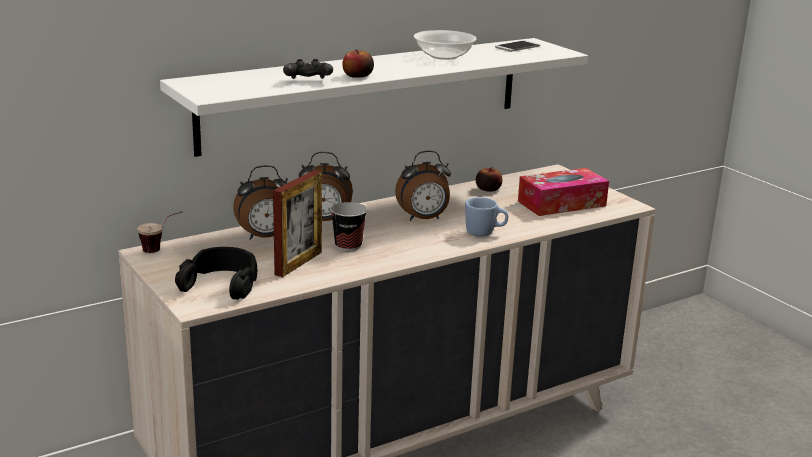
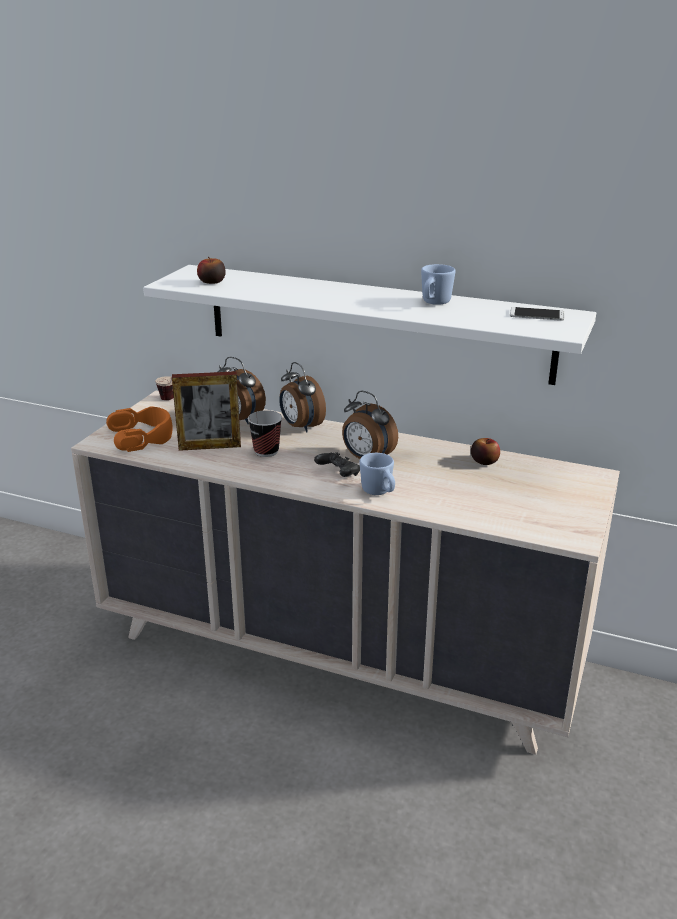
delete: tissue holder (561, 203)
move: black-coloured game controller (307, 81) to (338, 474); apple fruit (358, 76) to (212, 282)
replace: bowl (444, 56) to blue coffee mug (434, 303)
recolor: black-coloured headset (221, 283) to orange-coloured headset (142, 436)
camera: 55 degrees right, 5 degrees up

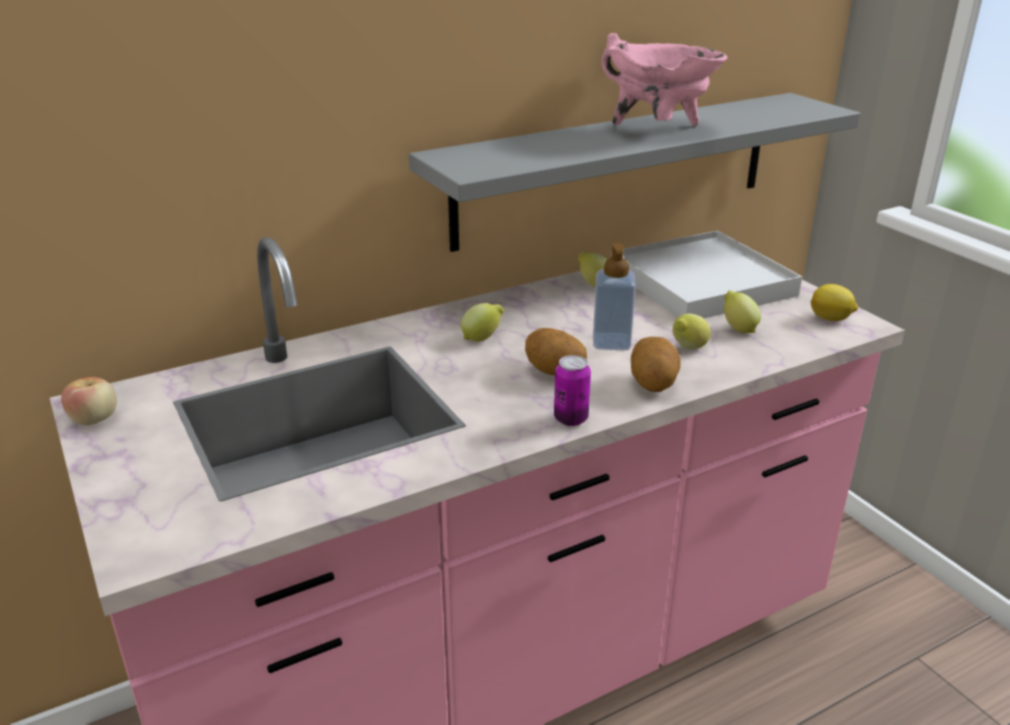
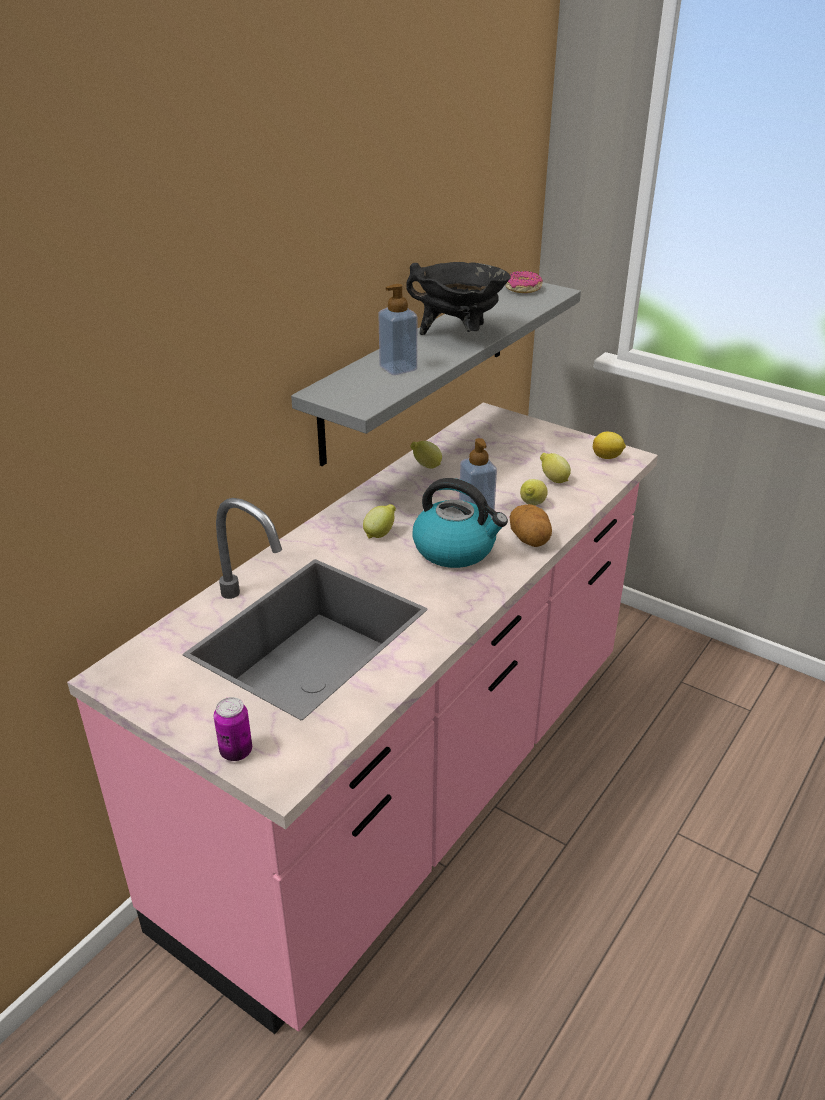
delete: apple fruit (95, 419); whitish carrying tray (701, 282)
insert: soap bottle (398, 368); ring doughnut (522, 289)
move: metal can (571, 419) to (236, 752)
replace: whole potato (554, 373) to kettle (456, 549)
recolor: pinkish saucepot (659, 130) to black-coloured saucepot (459, 335)
camera: 25 degrees left, 5 degrees up

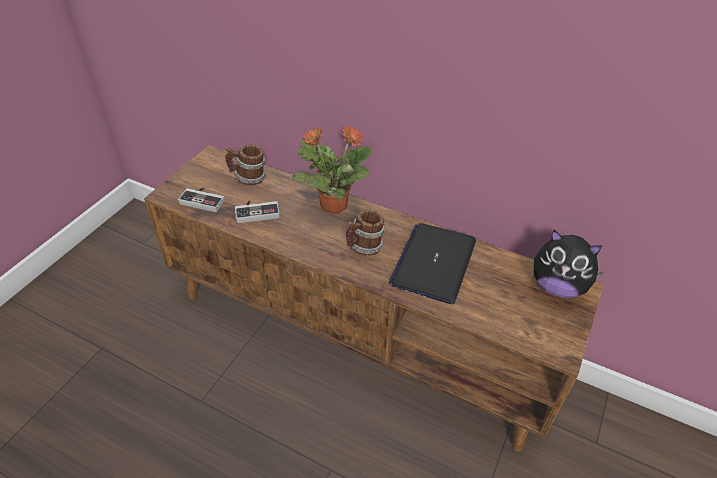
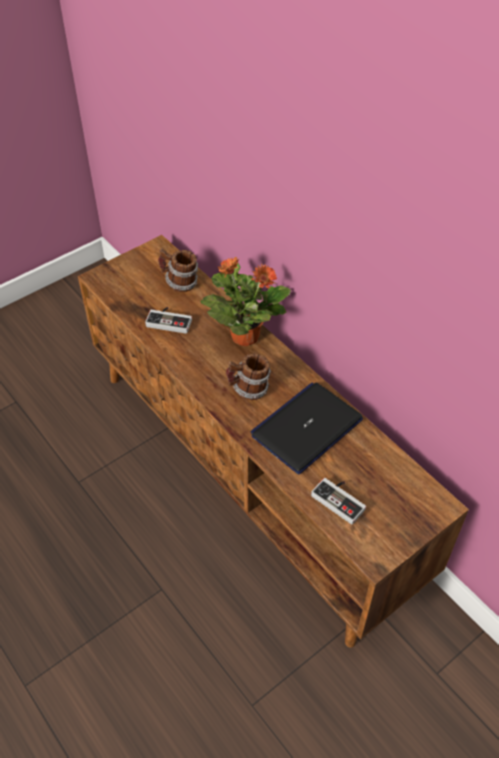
delete: soft toy (557, 286)
move: game controller (204, 200) to (341, 499)
camera: 25 degrees right, 5 degrees up

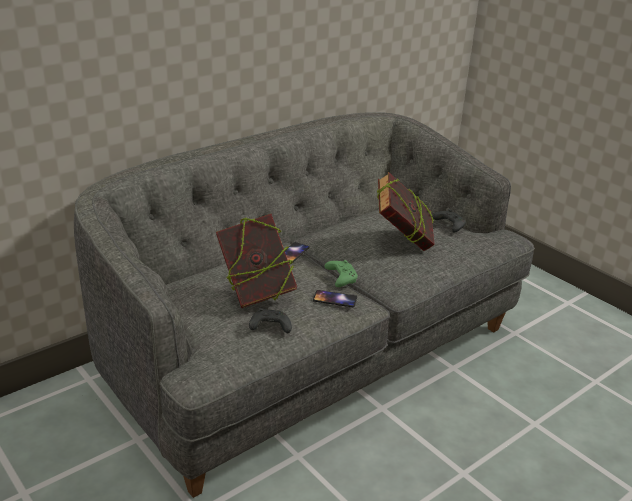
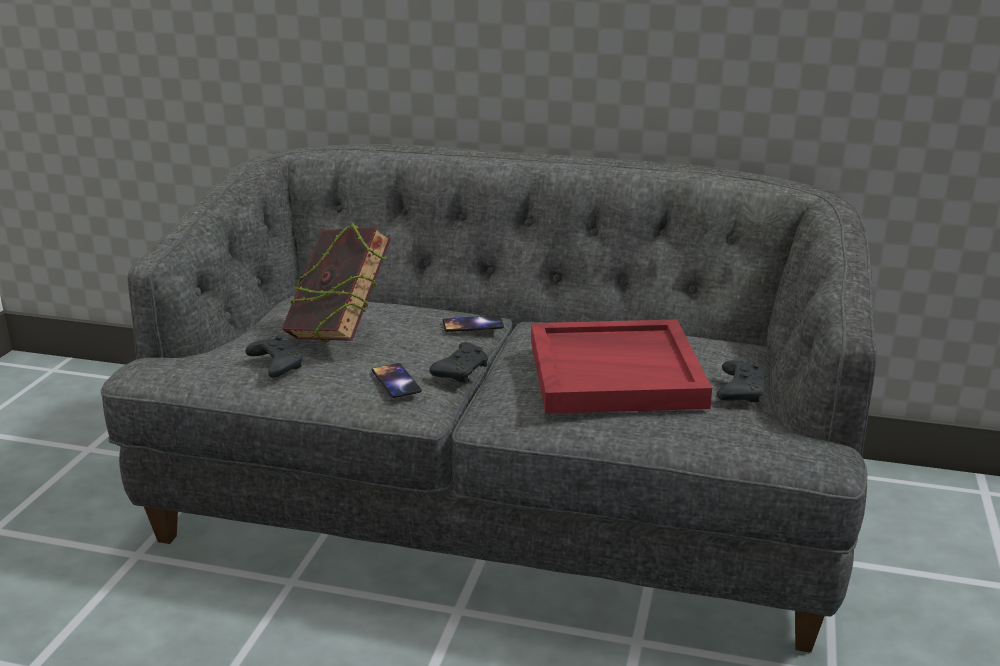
replace: book (402, 241) to reddish carrying tray (616, 372)
recolor: green game controller (340, 278) to black-coloured game controller (462, 371)
camera: 55 degrees right, 5 degrees down

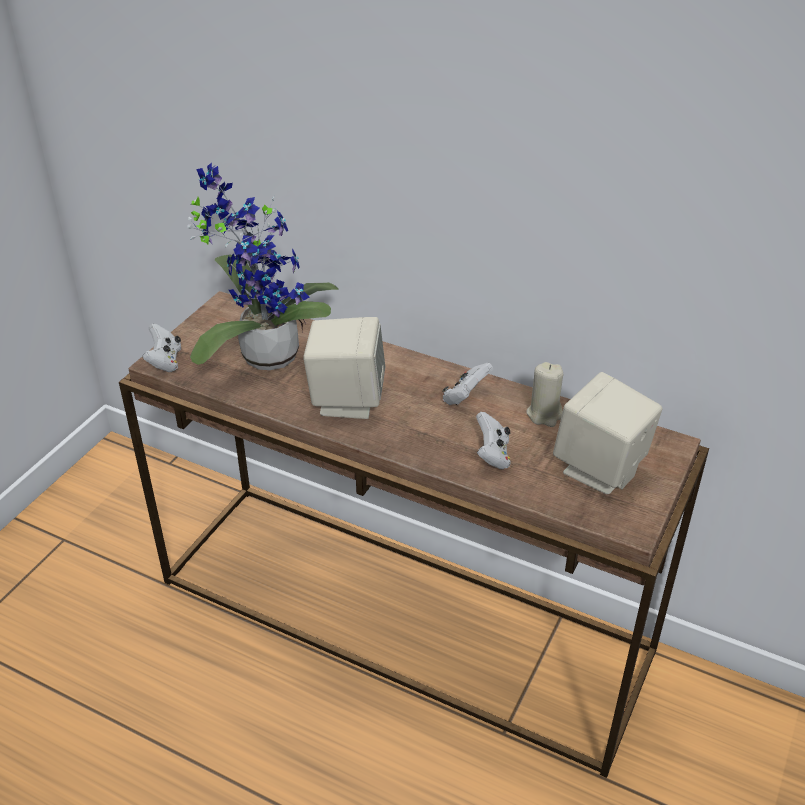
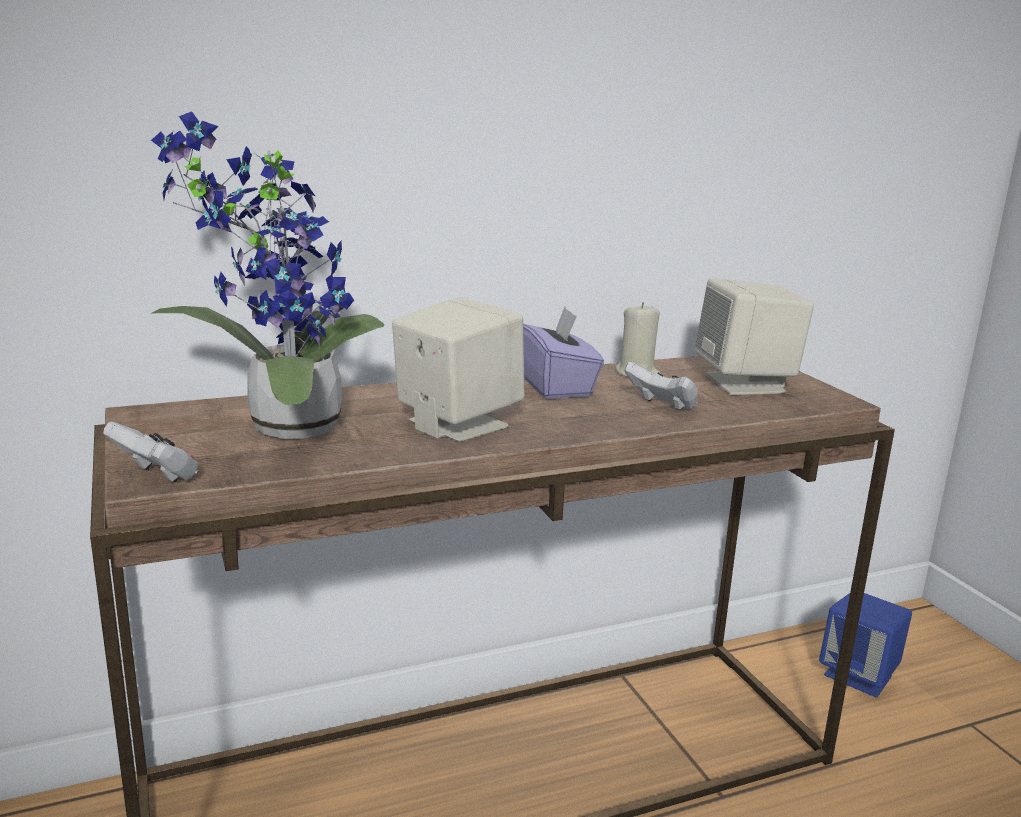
insert: blue loudspeaker (859, 675)
replace: whitish game controller (465, 397) to purple-coloured tissue holder (556, 386)
camera: 50 degrees left, 20 degrees down

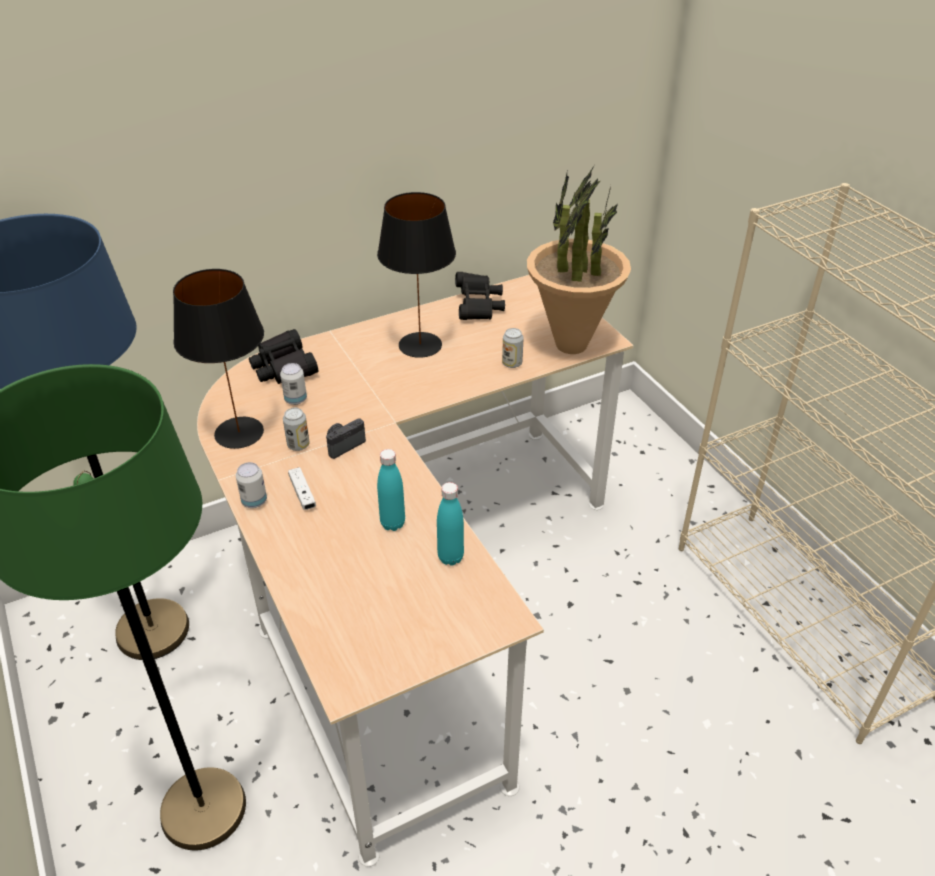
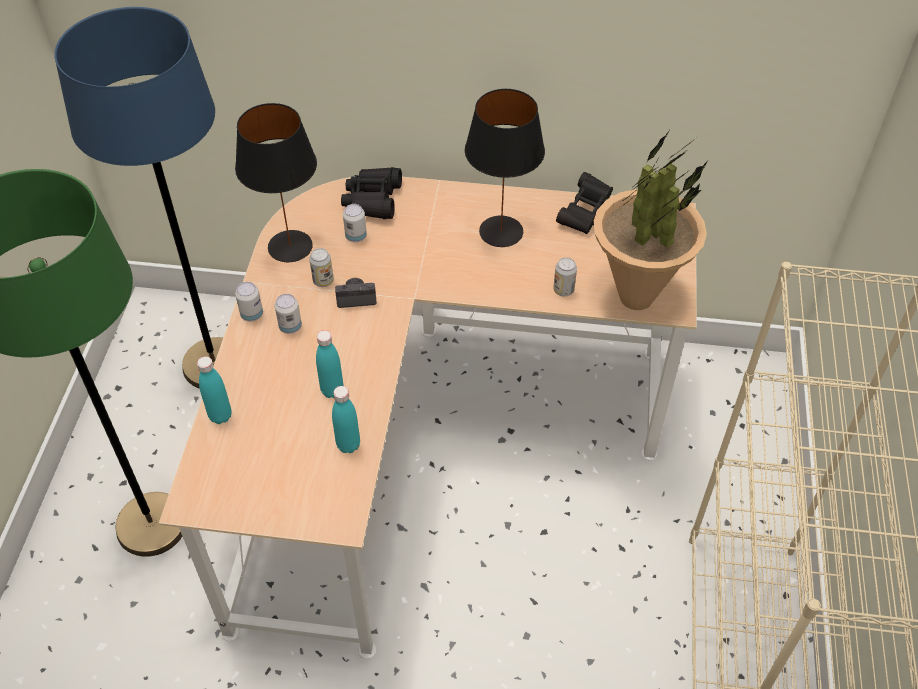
insert: turquoise-coloured beverage bottle (220, 416)
replace: whitish game controller (302, 493) to metal can (290, 327)
camera: 35 degrees right, 10 degrees up

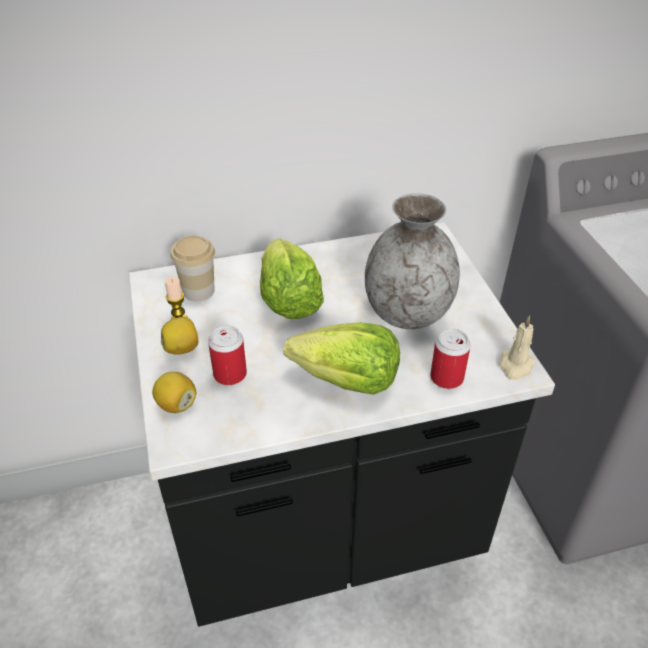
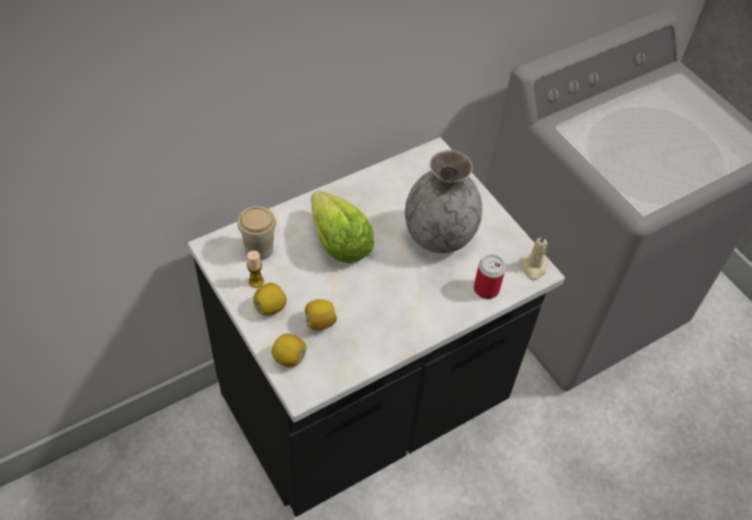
delete: lettuce (347, 381)
replace: metal can (230, 374) to lemon (320, 322)
camera: 20 degrees left, 10 degrees up

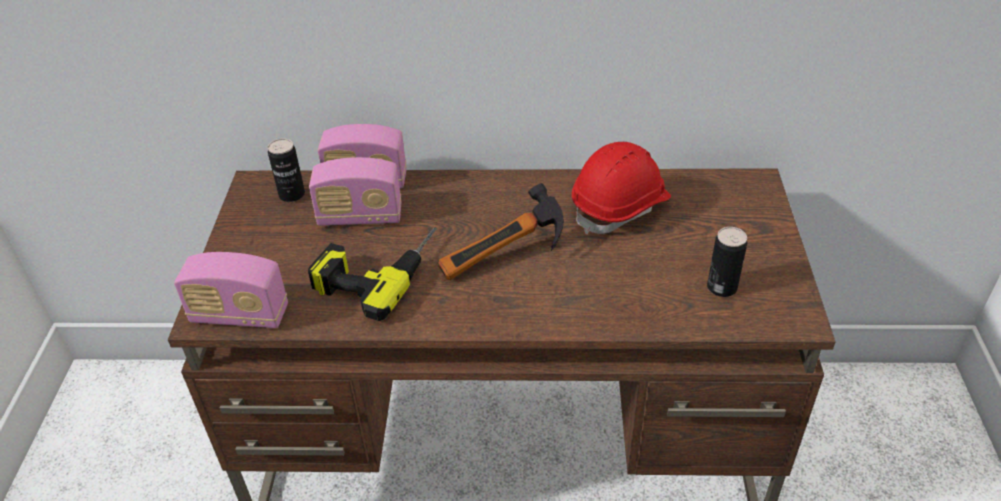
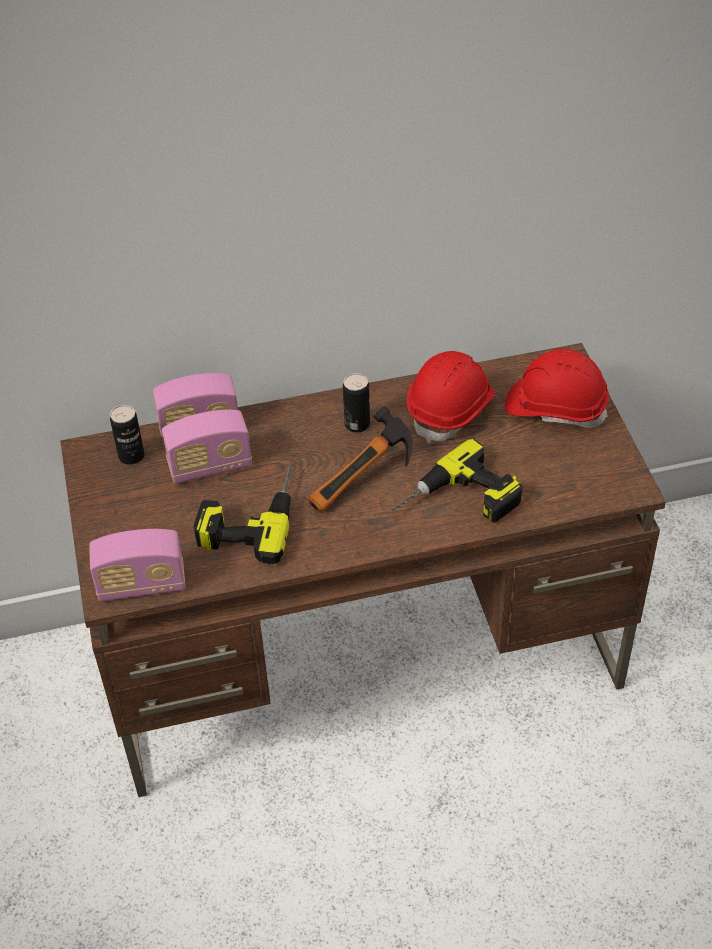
insert: power drill (458, 503); reddish work helmet (555, 407)
move: metal can (722, 287) to (357, 424)
camera: 15 degrees left, 5 degrees up

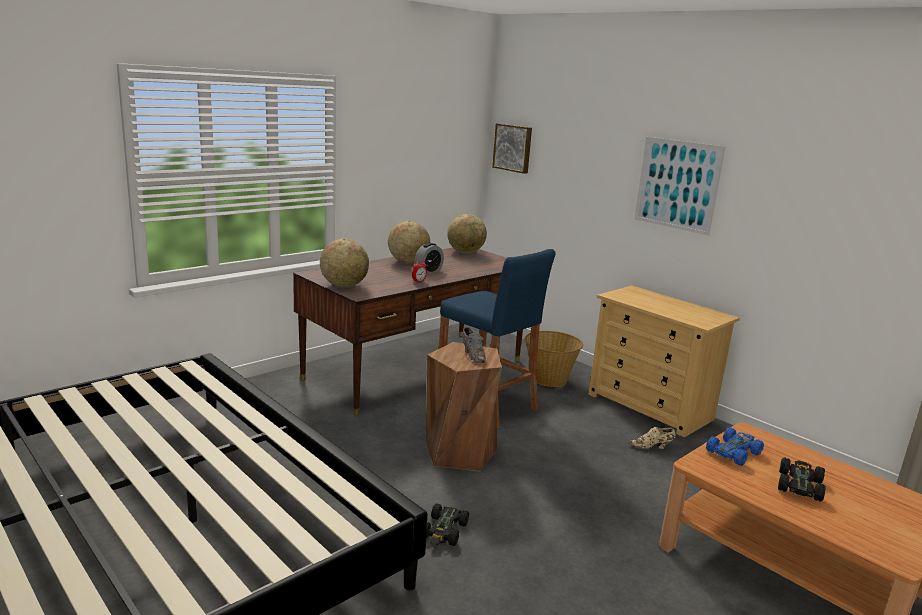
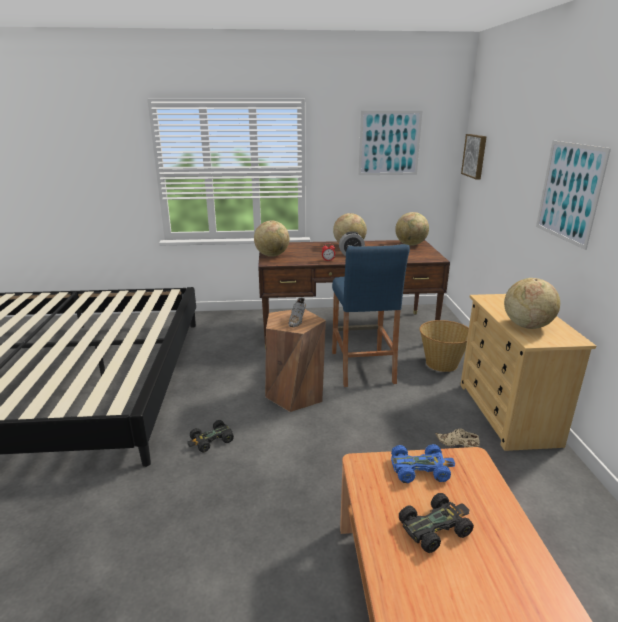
insert: wall picture (389, 143); world globe (526, 326)
camera: 40 degrees right, 5 degrees up

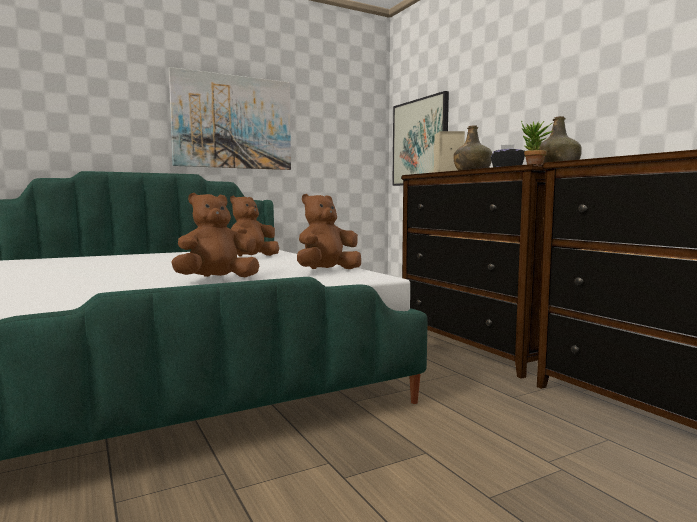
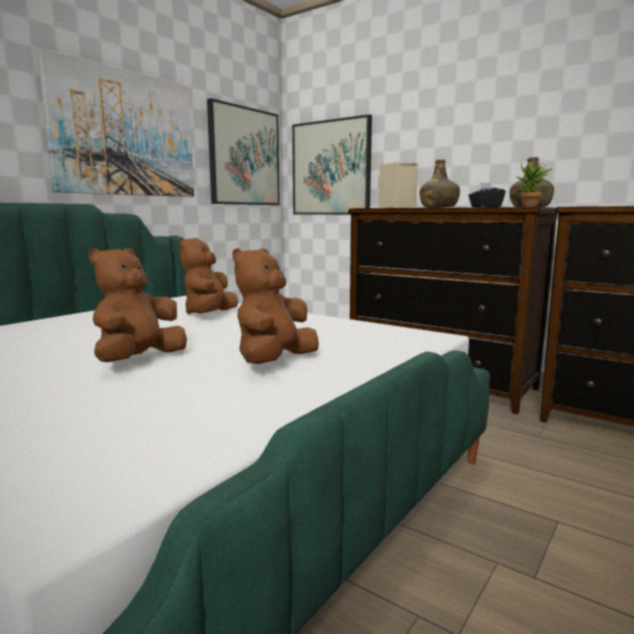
insert: wall picture (244, 157)
move: brown soft toy (327, 271) to (138, 360)
camera: 25 degrees left, 5 degrees up

